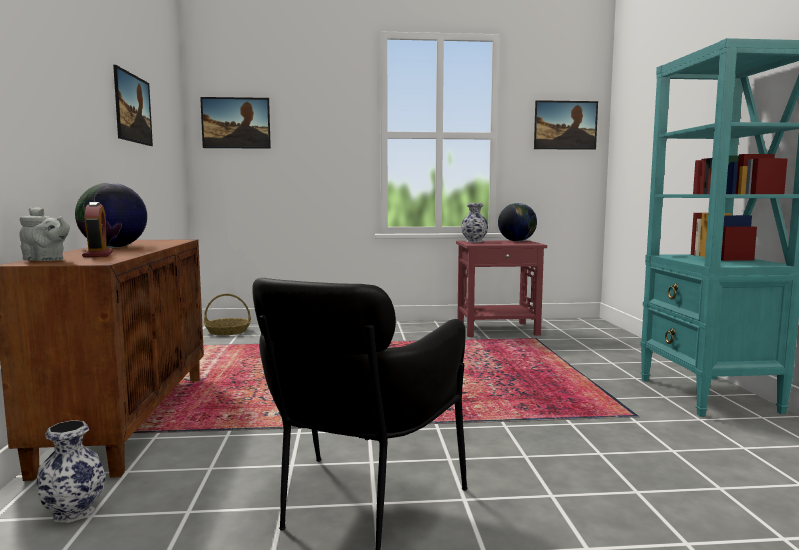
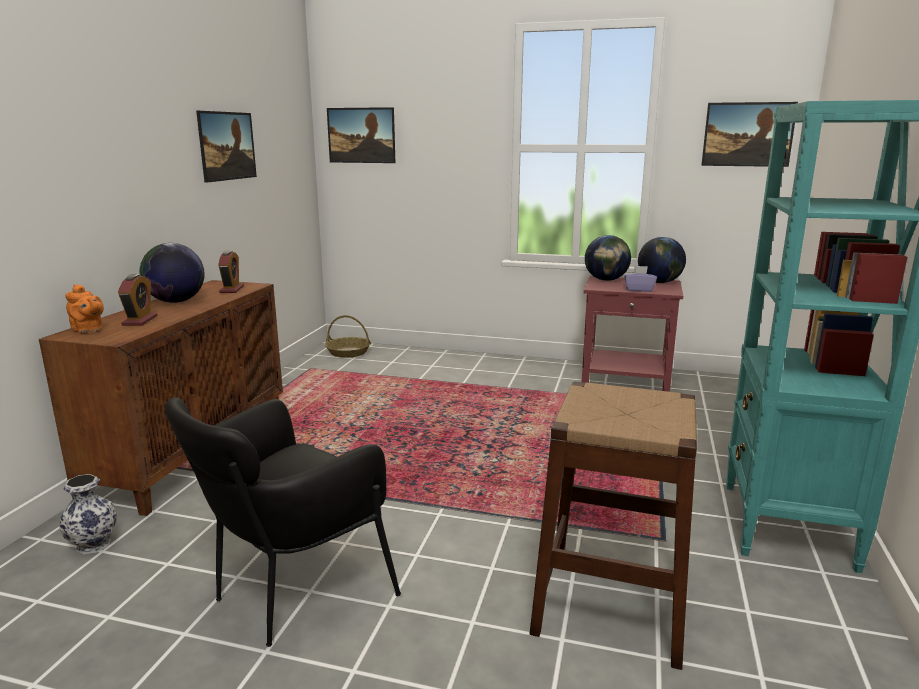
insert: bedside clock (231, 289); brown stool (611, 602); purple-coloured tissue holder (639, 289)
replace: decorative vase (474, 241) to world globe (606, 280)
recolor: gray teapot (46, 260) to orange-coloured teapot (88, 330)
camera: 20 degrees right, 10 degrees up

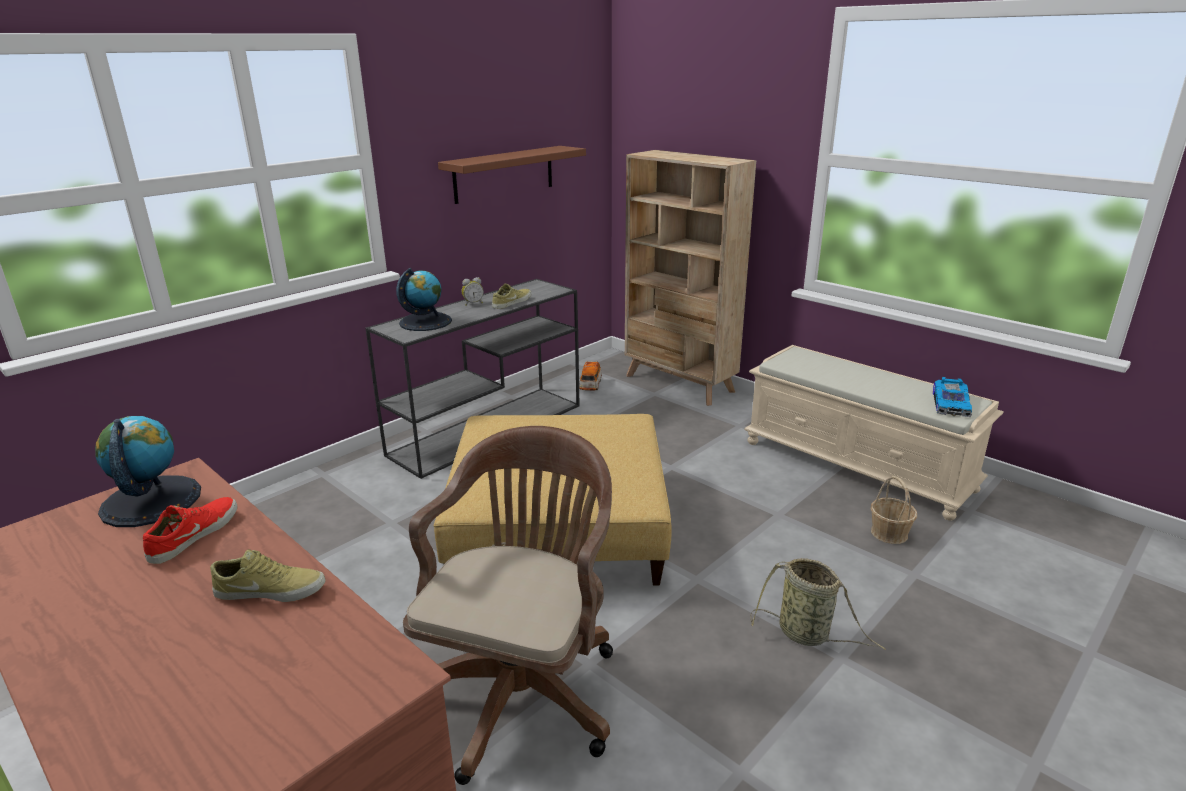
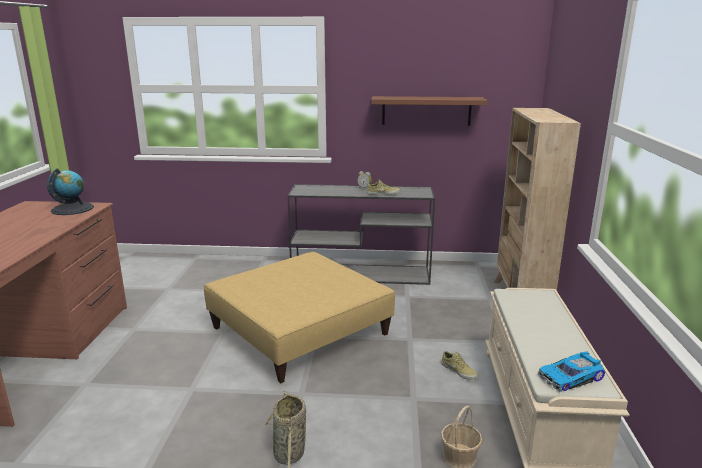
delete: reddish shoe (193, 535); world globe (425, 322); brown desk chair (523, 687); toy car (590, 386)
move: beige-coloured shoe (271, 589) to (459, 371)
camera: 50 degrees right, 5 degrees down

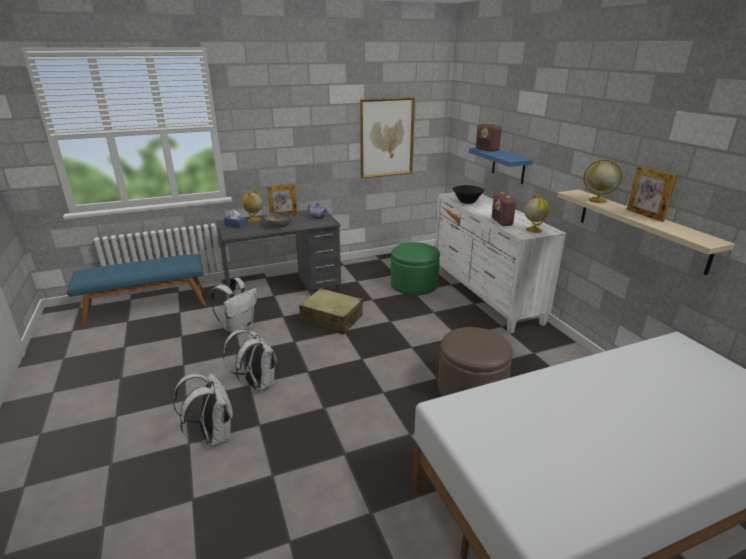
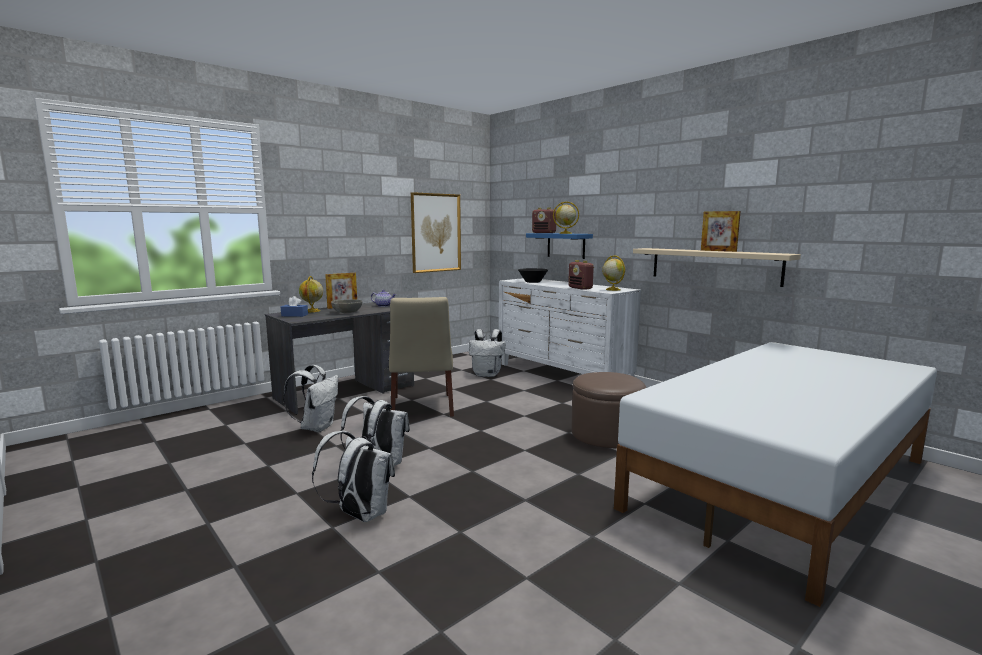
delete: blue bench (147, 307)
move: world globe (597, 200) to (565, 233)
replace: beige-coloured travel case (331, 319) to beige-coloured upright chair (422, 407); green footrest (414, 284) to whitish rucksack (487, 374)
camera: 20 degrees left, 15 degrees down

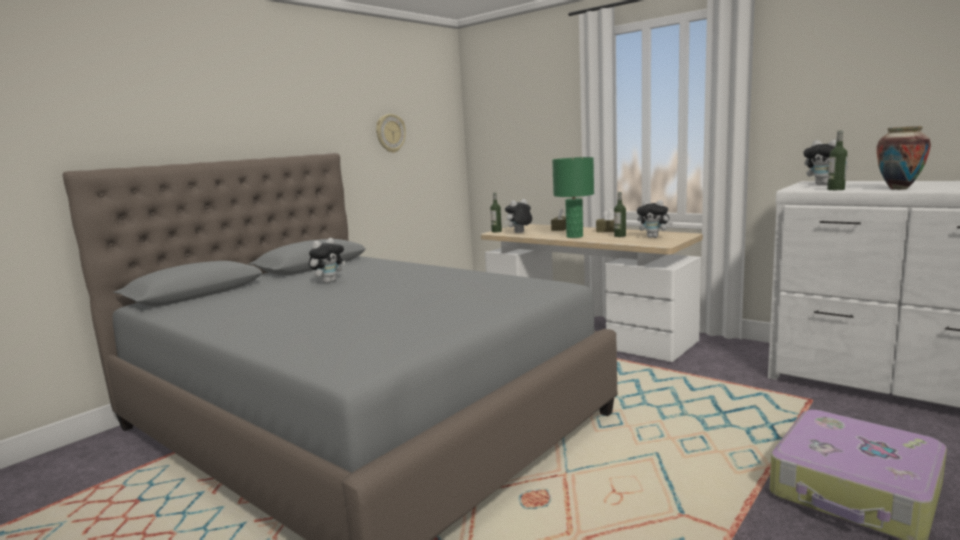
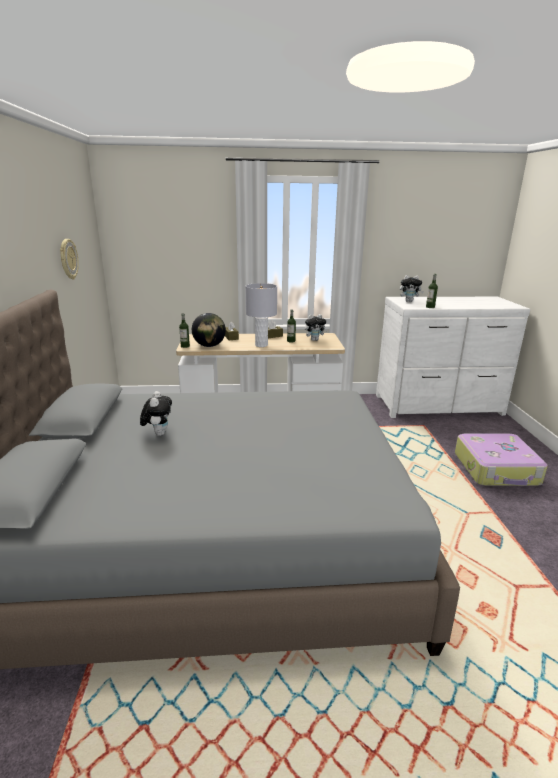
delete: decorative vase (898, 188)
replace: soft toy (519, 233) to world globe (209, 346)
recolor: green table lamp (574, 236) to gray table lamp (261, 345)
camera: 45 degrees left, 10 degrees up

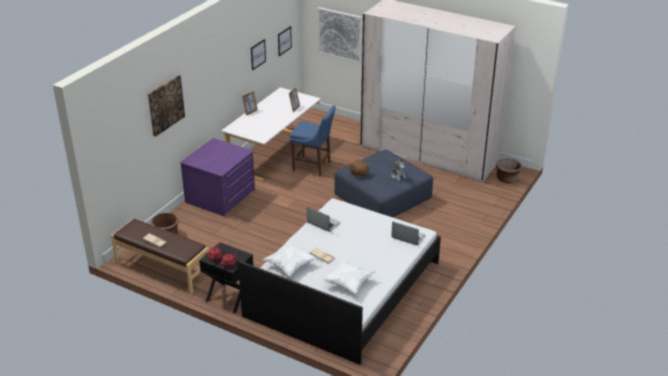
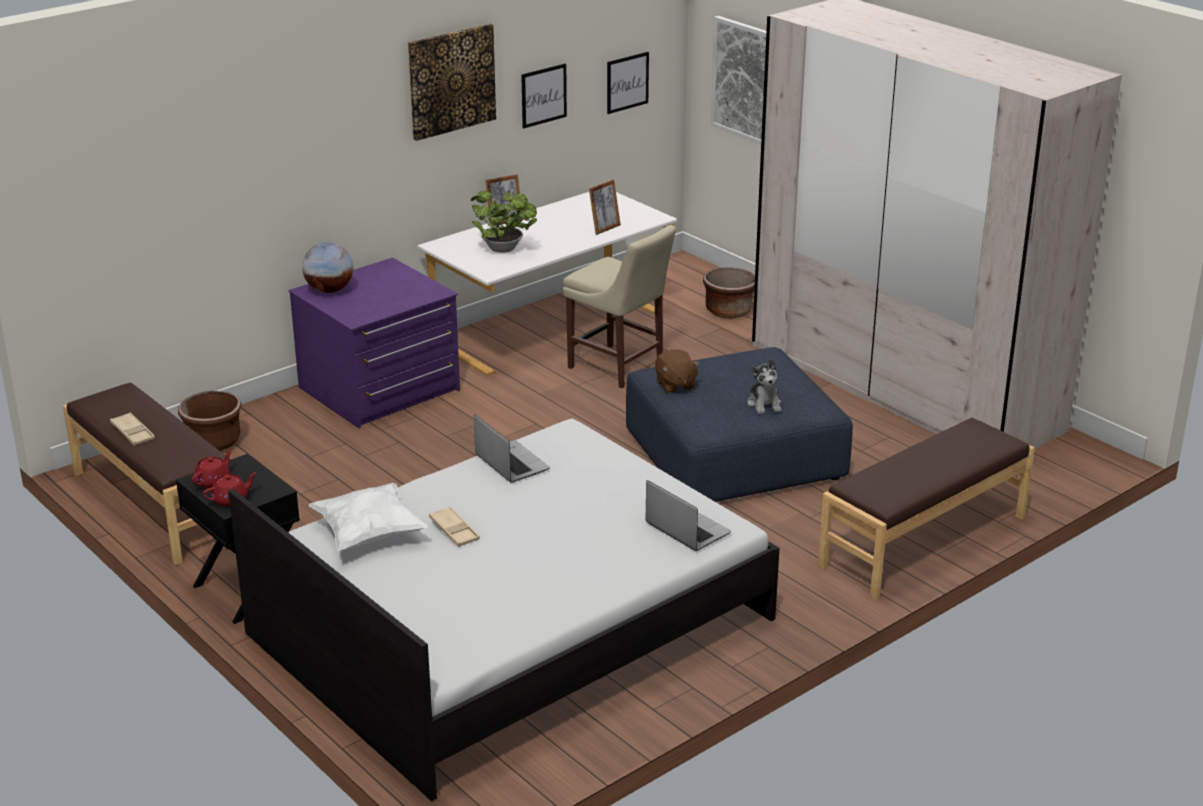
delete: whitish cushion (348, 283)
insert: world globe (329, 290); houseplant (505, 250); brown bench (924, 542)
move: wall picture (165, 105) to (451, 81); brown planter (507, 179) to (728, 311)
recolor: blue upright chair (313, 167) to beige-coloured upright chair (619, 368)
camera: 20 degrees right, 5 degrees down

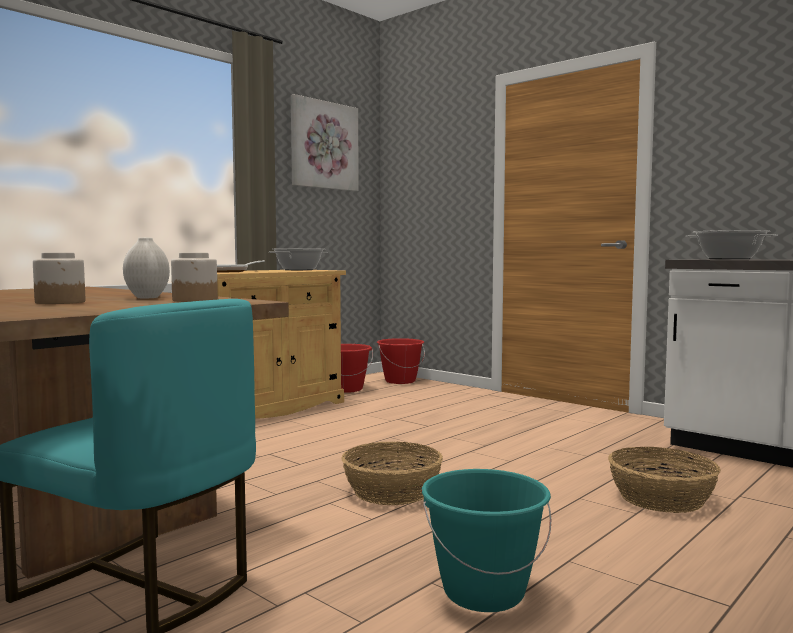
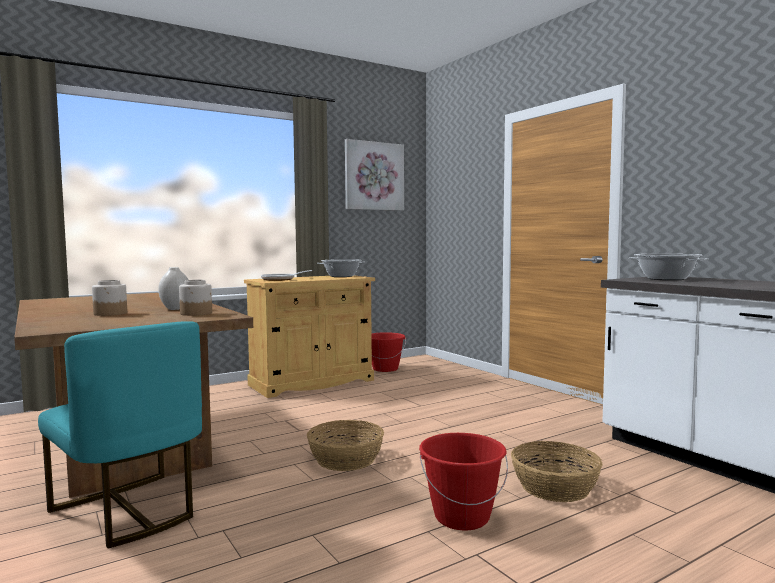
delete: turquoise-coloured water bucket (483, 592)
move: reddish water bucket (400, 381) to (461, 517)
camera: 15 degrees right, 0 degrees up

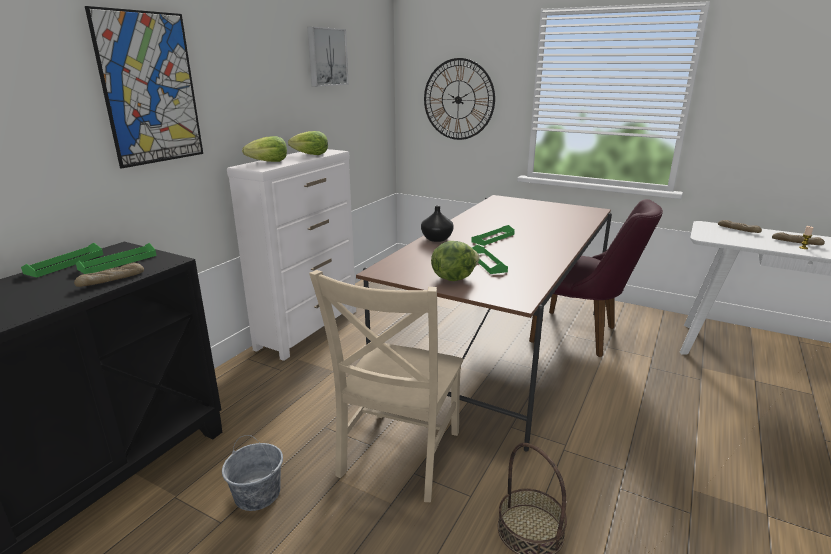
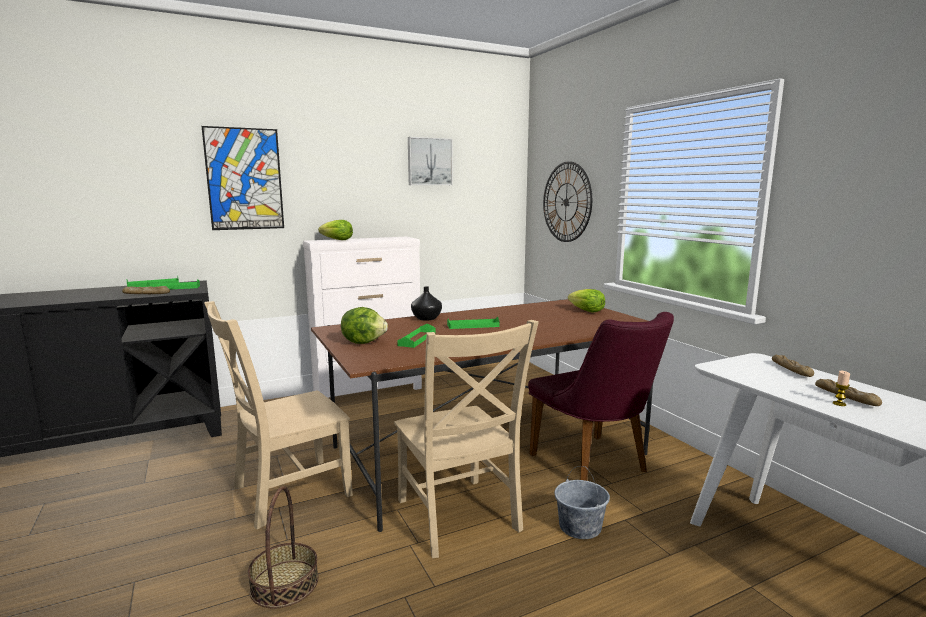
insert: beige-coloured upright chair (459, 518)
move: gray water bucket (257, 494) to (579, 526); lettuce (310, 155) to (586, 311)
camera: 35 degrees right, 10 degrees down

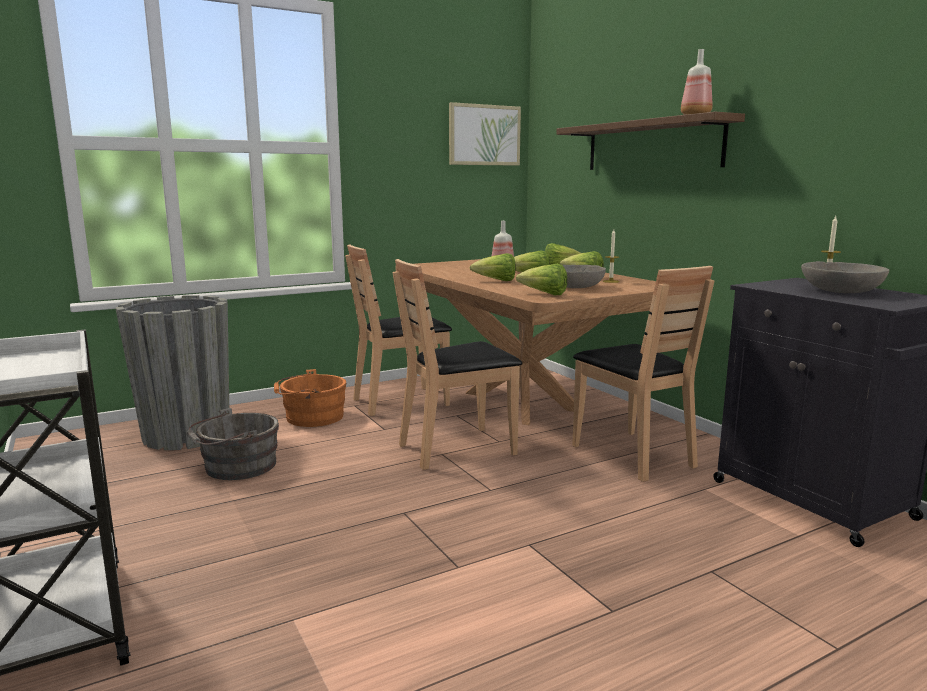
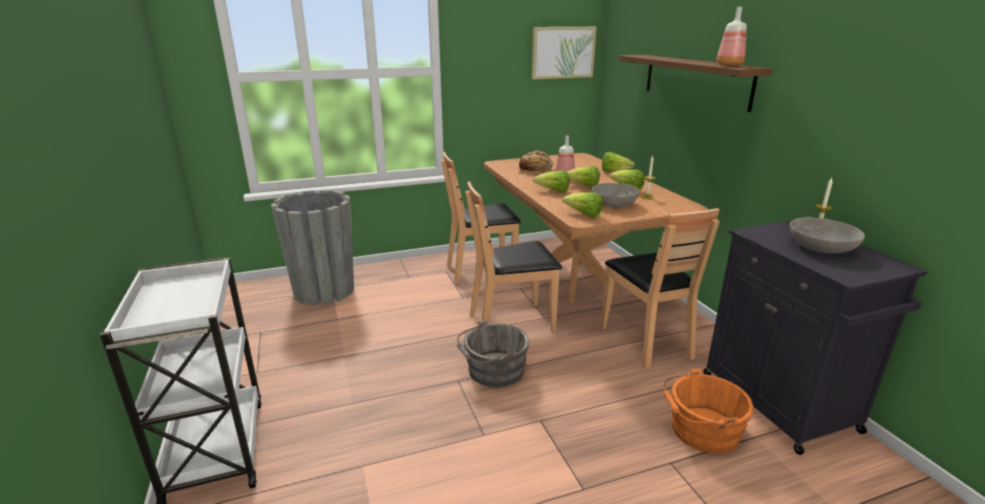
insert: bread (535, 169)
move: gray water bucket (236, 467) to (492, 371); orange-coloured water bucket (311, 417) to (700, 430)
camera: 10 degrees right, 10 degrees up

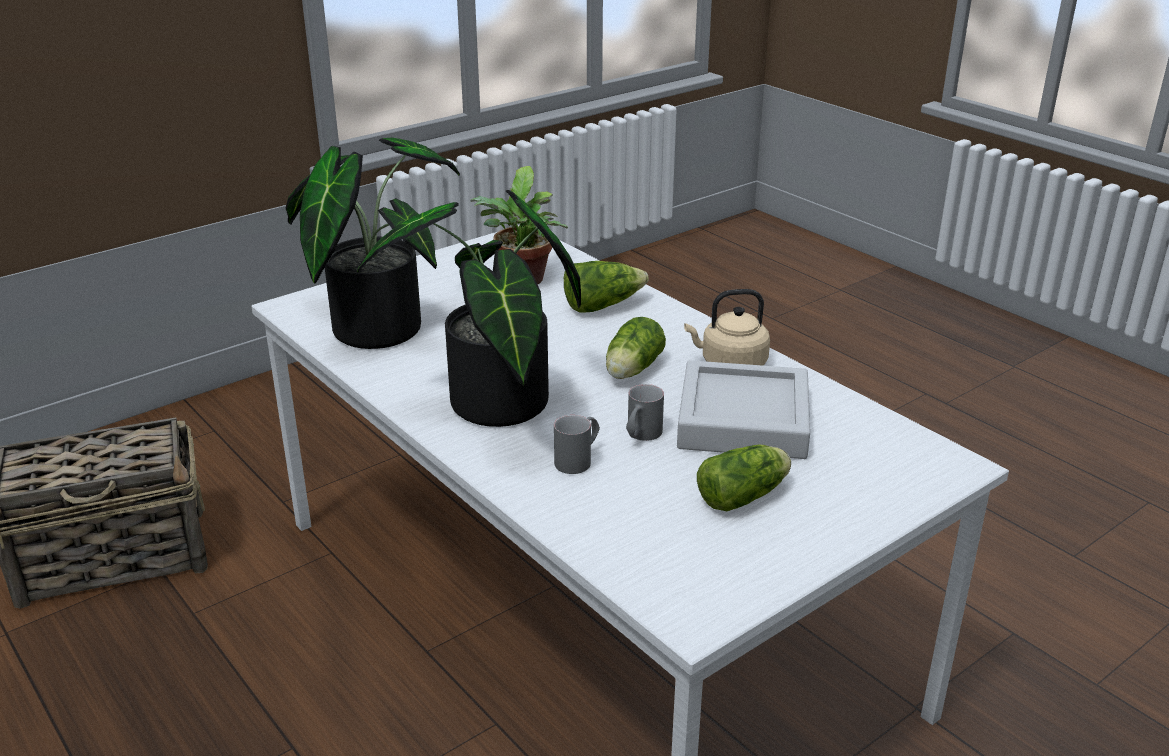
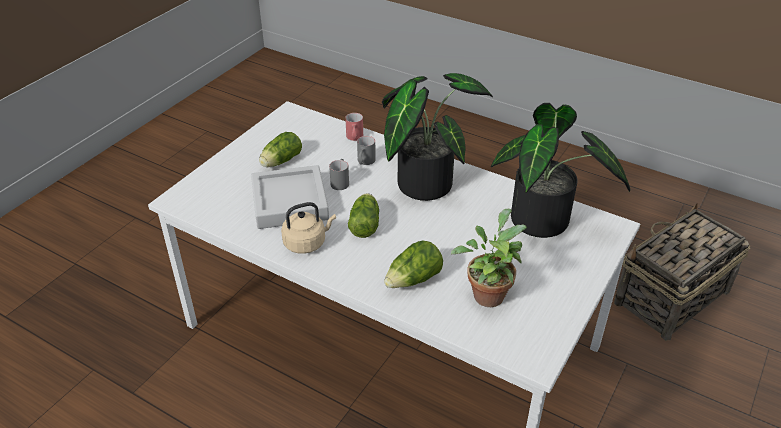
insert: reddish coffee mug (354, 138)
camera: 160 degrees right, 10 degrees up

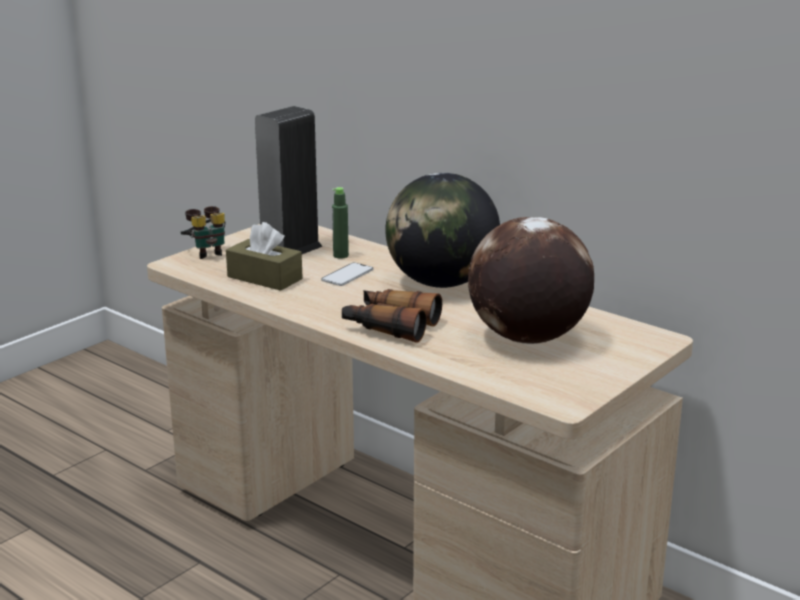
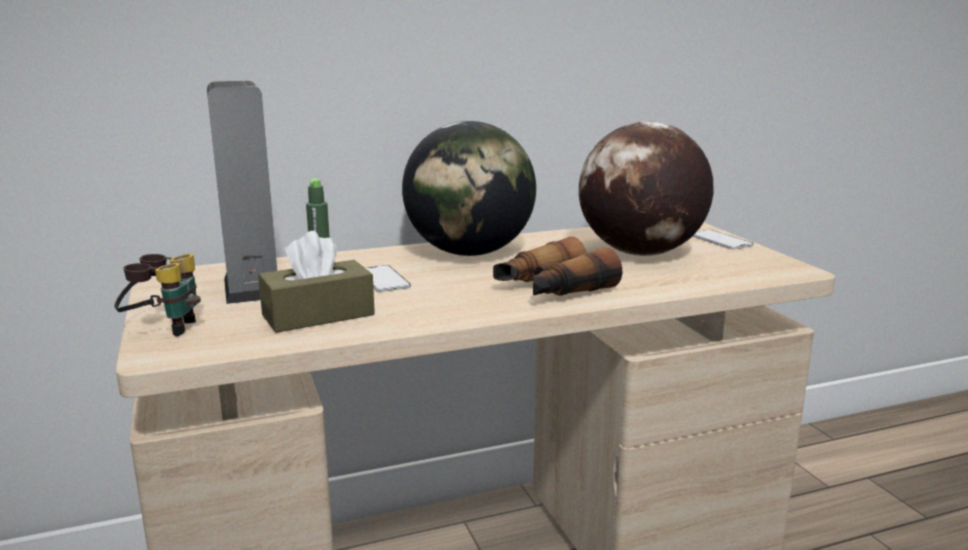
insert: handset (720, 240)
camera: 60 degrees left, 5 degrees down

